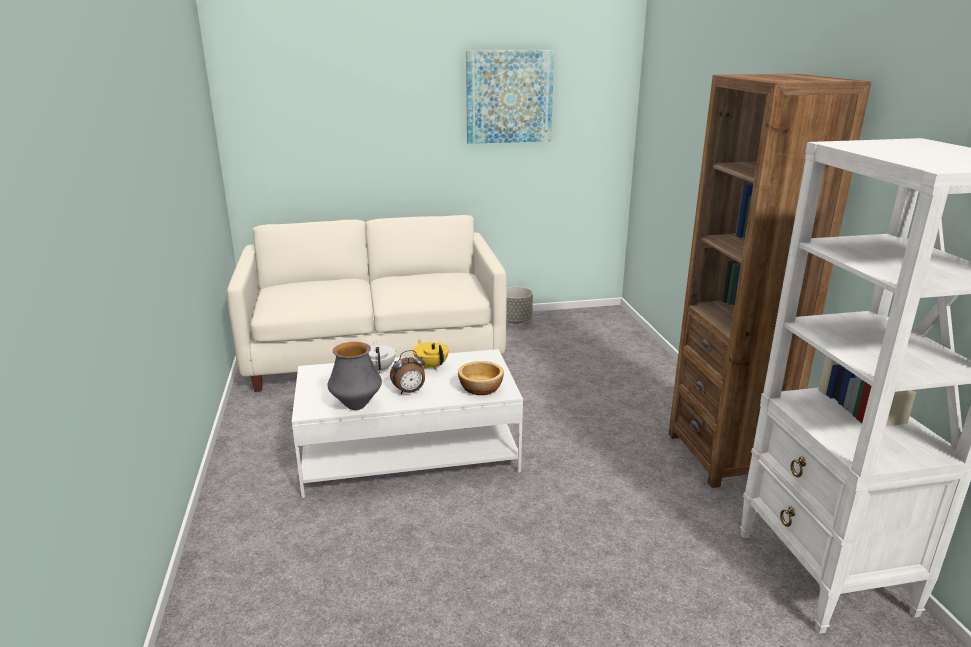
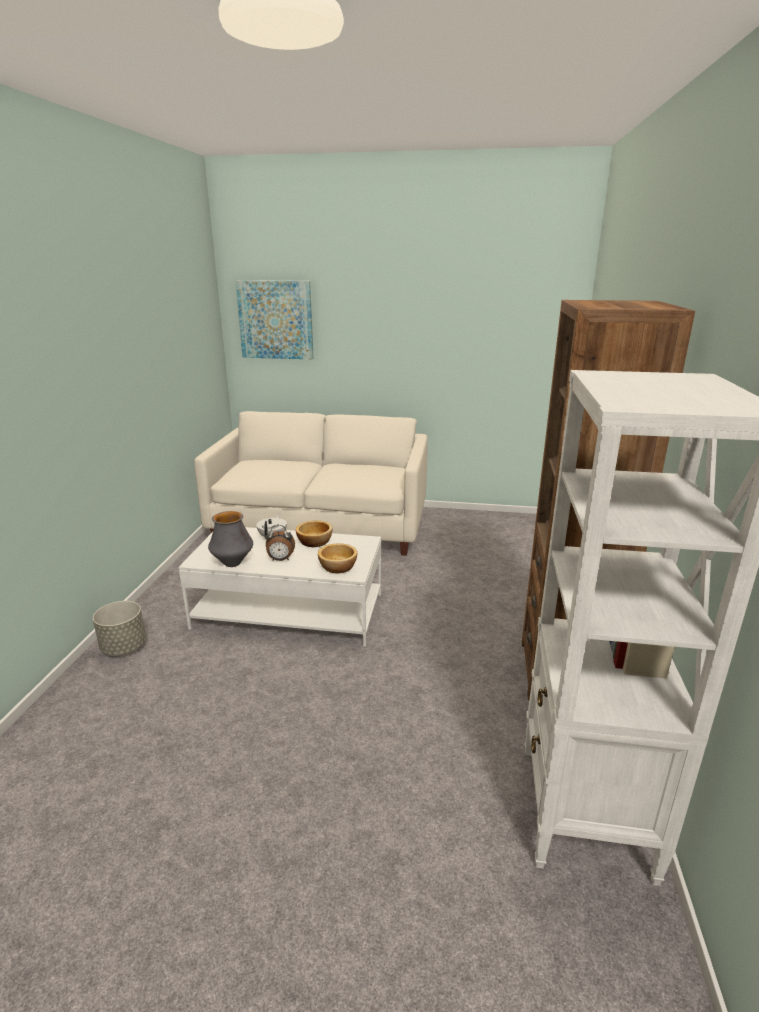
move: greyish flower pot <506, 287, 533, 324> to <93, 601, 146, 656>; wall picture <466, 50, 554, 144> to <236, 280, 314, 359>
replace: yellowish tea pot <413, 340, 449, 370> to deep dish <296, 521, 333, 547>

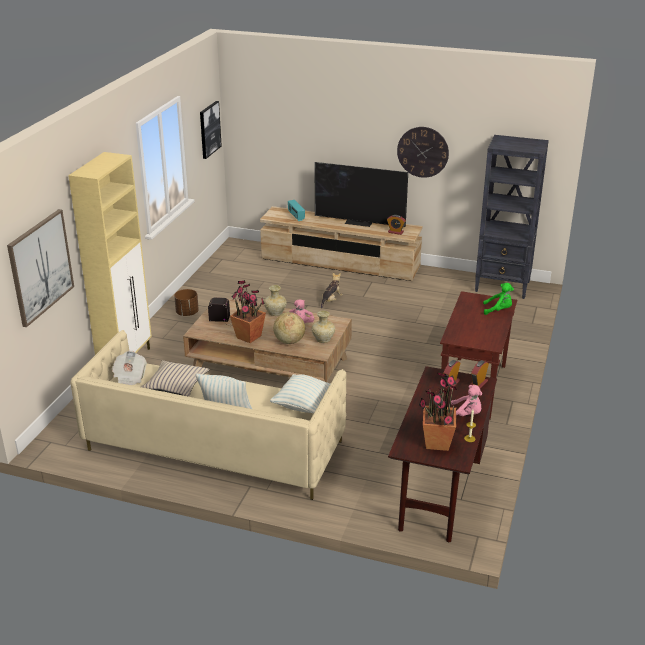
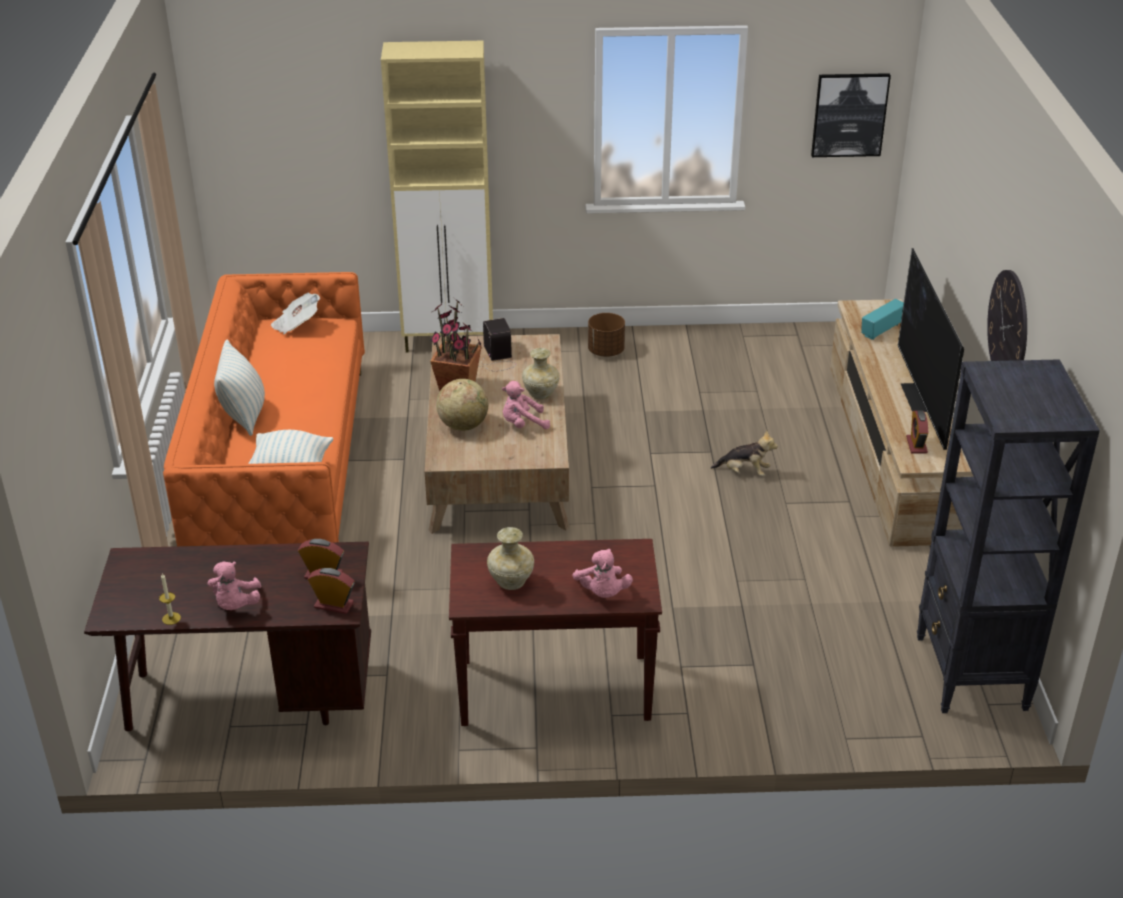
delete: wall picture <7, 209, 74, 327>; beige pillow <141, 360, 210, 397>; potted plant <419, 372, 458, 451>
move: beige decorative vase <312, 310, 335, 343> to <487, 527, 534, 590>
recolor: beige settee <70, 330, 346, 500> to orangey settee <163, 272, 365, 546>; green soft toy <483, 283, 514, 315> to pinkish soft toy <572, 549, 633, 598>

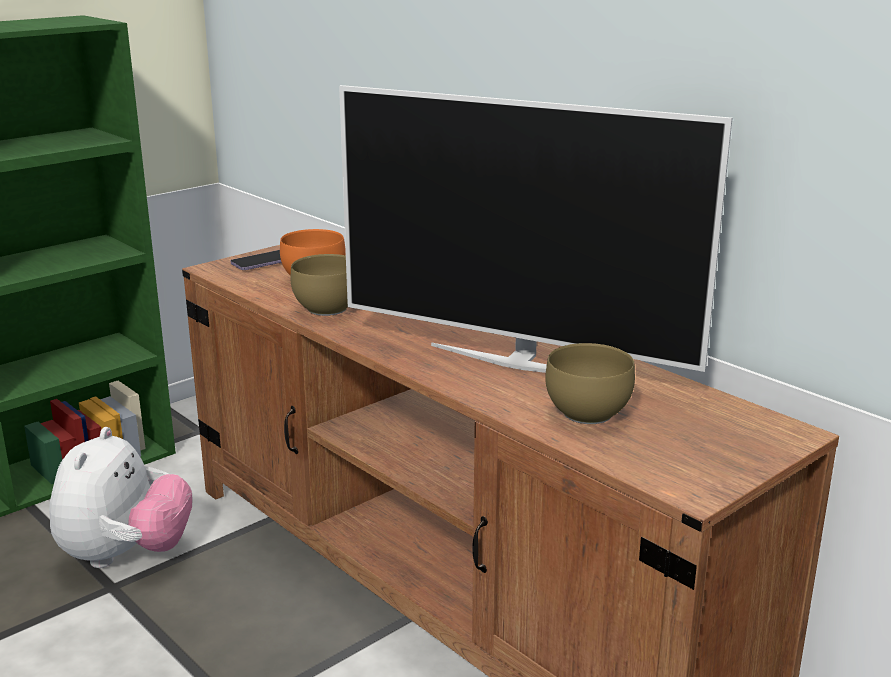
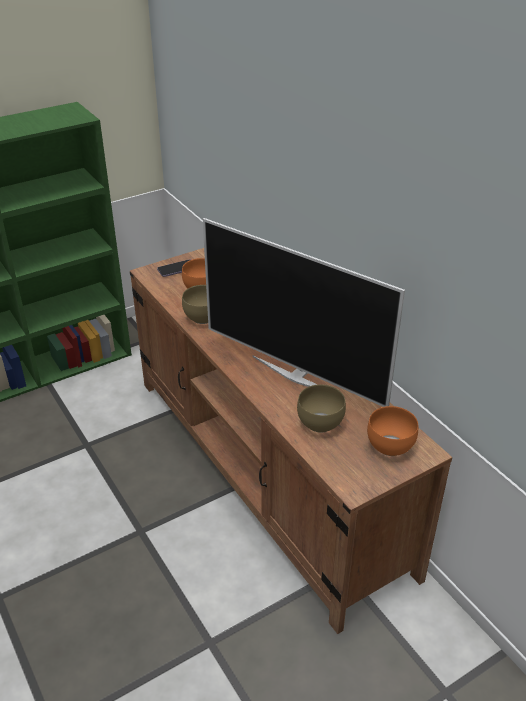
delete: soft toy <49, 427, 193, 568>
insert: orangey deep dish <367, 406, 418, 456>

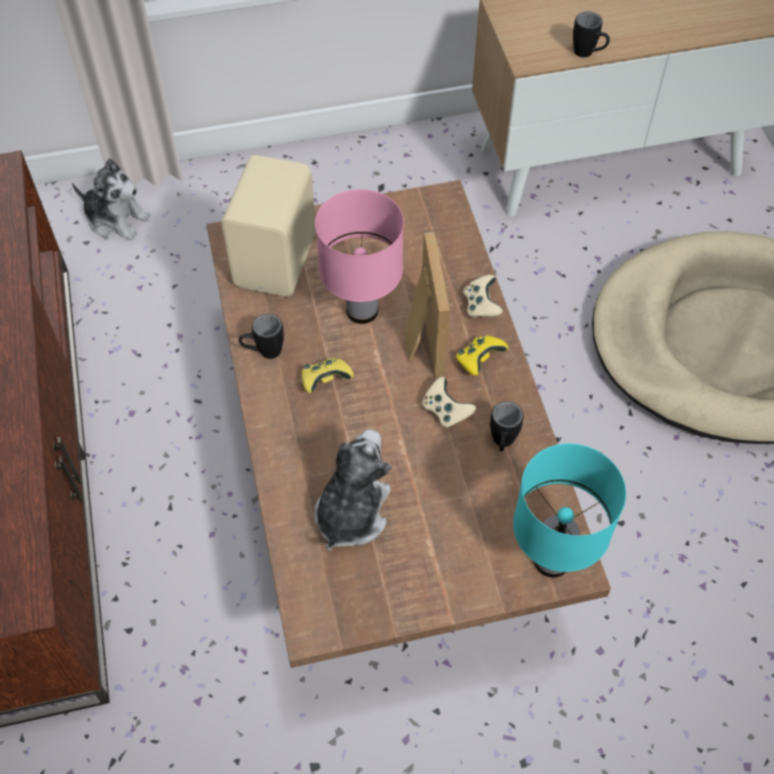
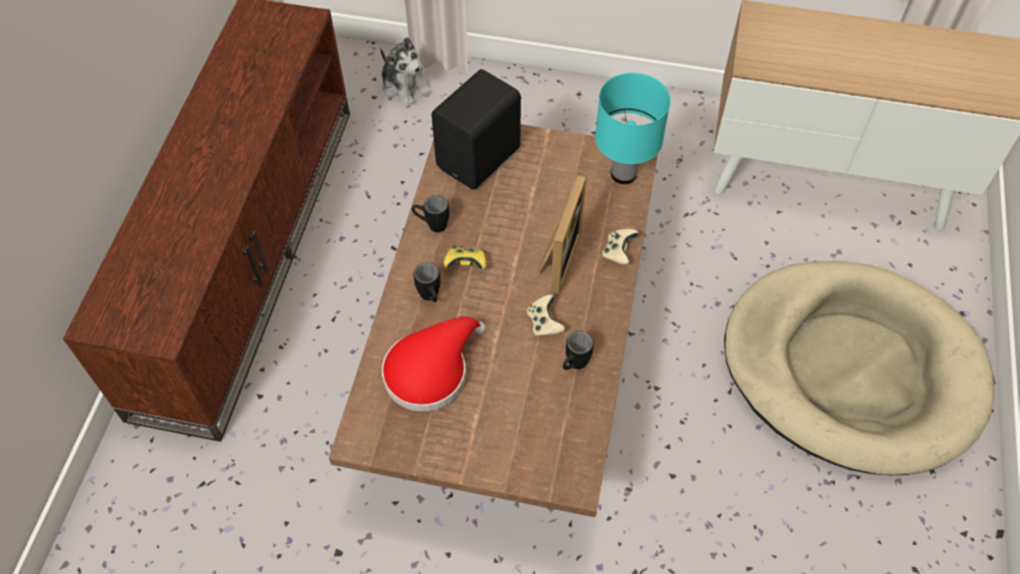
delete: pinkish lamp for a table <315, 189, 404, 324>; yellowish joypad <456, 335, 508, 376>
move: blackish tea mug <573, 12, 610, 57> to <414, 263, 440, 302>; turquoise-coloured lamp for a table <513, 443, 626, 577> to <595, 73, 671, 184>
replace: soft toy <314, 429, 392, 551> to reddish wearable hat <382, 317, 486, 412>
recolor: beige audio speaker <221, 155, 316, 296> to blackish audio speaker <432, 69, 521, 190>

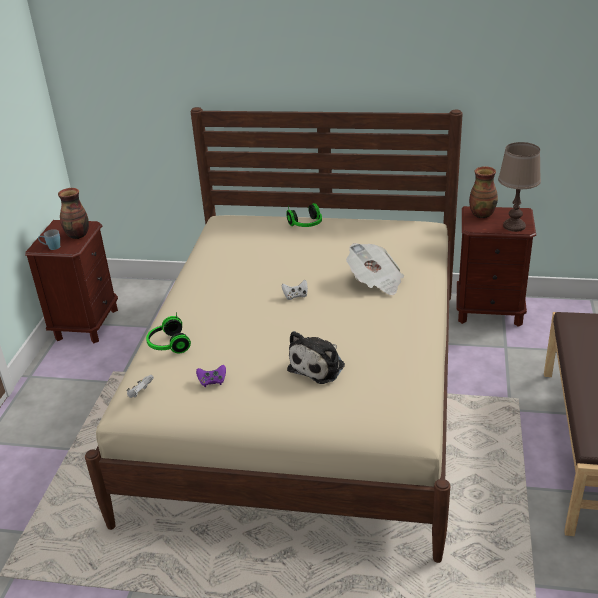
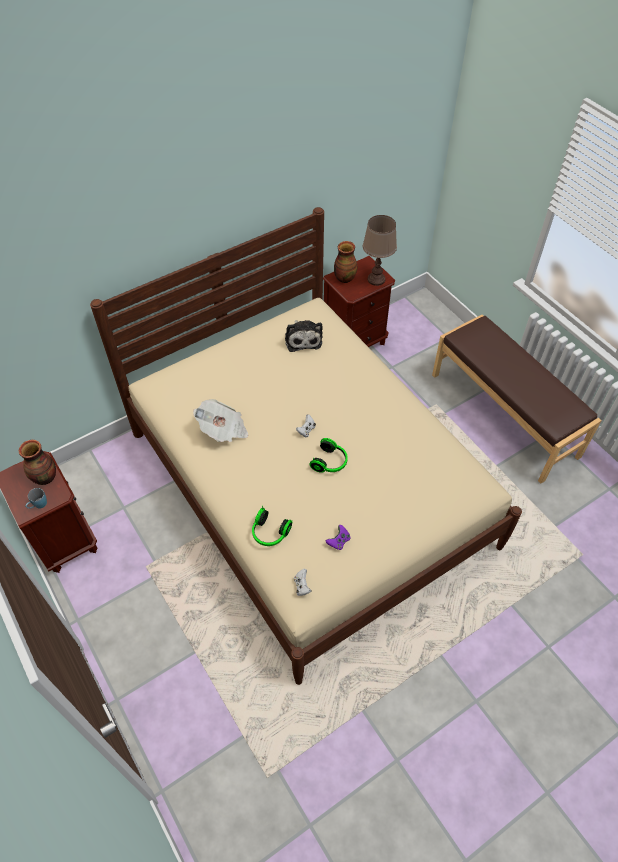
move: printed paper <346, 243, 404, 295> to <193, 399, 249, 442>; soft toy <287, 331, 345, 384> to <285, 320, 323, 352>; headphones <286, 203, 322, 227> to <309, 438, 348, 473>

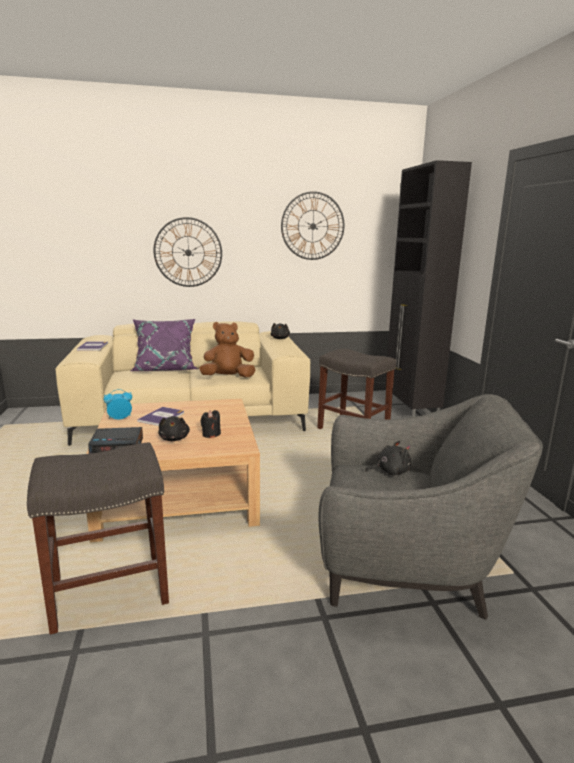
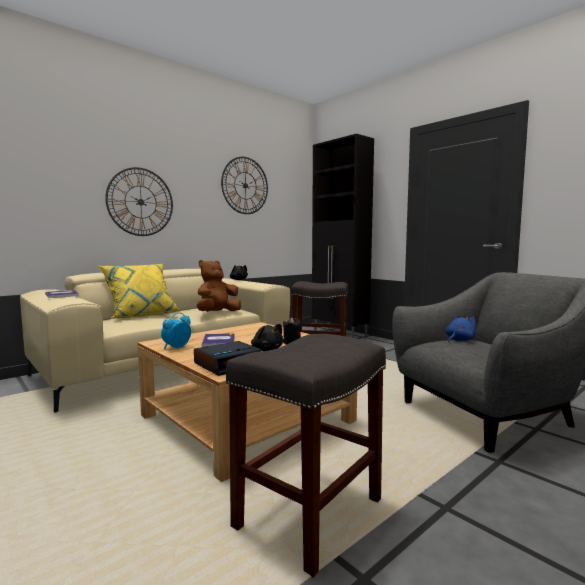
recolor: purple-coloured pillow <131, 319, 198, 371> to yellowish pillow <98, 264, 180, 318>; blackish soft toy <365, 441, 411, 475> to bluish soft toy <446, 315, 476, 342>

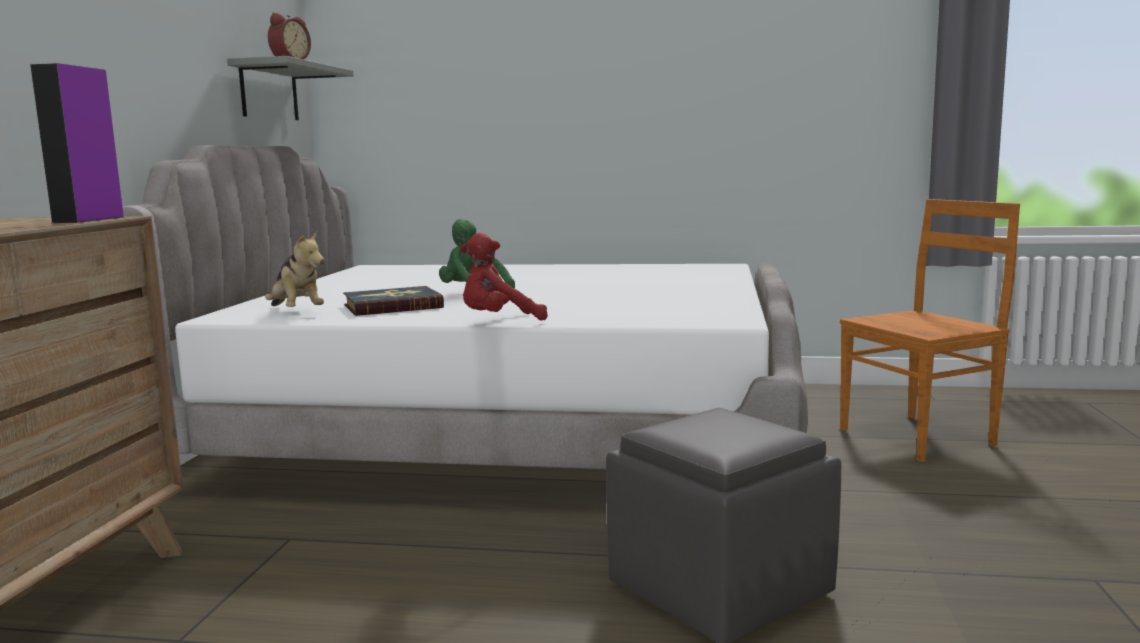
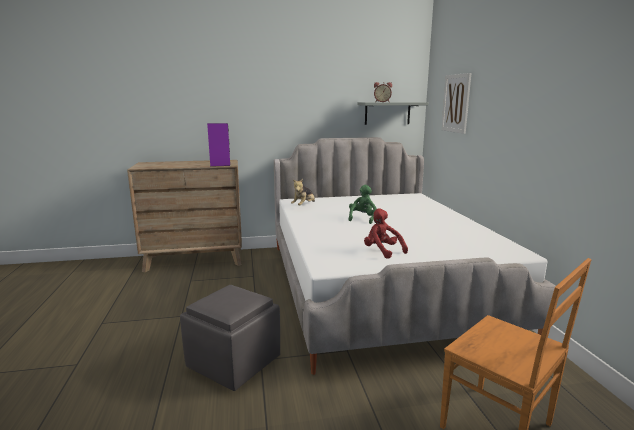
delete: book <343, 286, 444, 316>
insert: wall picture <441, 73, 471, 134>
move: reddish soft toy <461, 233, 548, 321> to <364, 208, 408, 259>

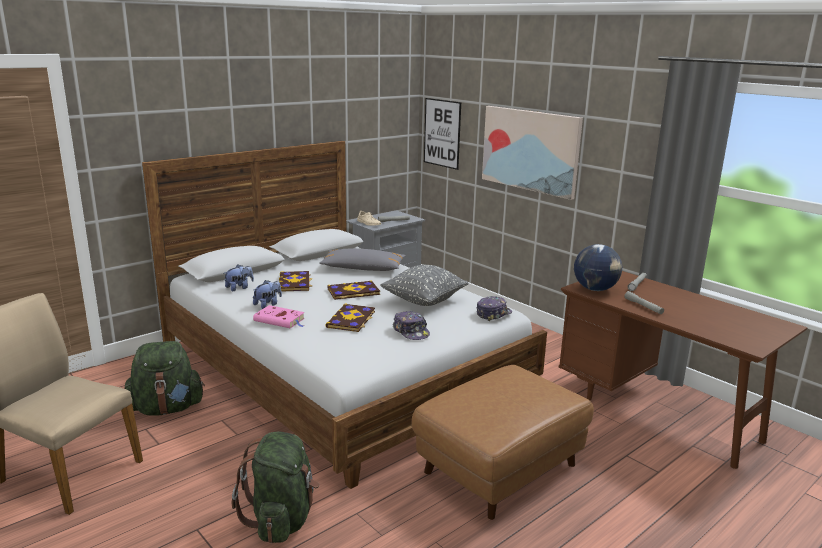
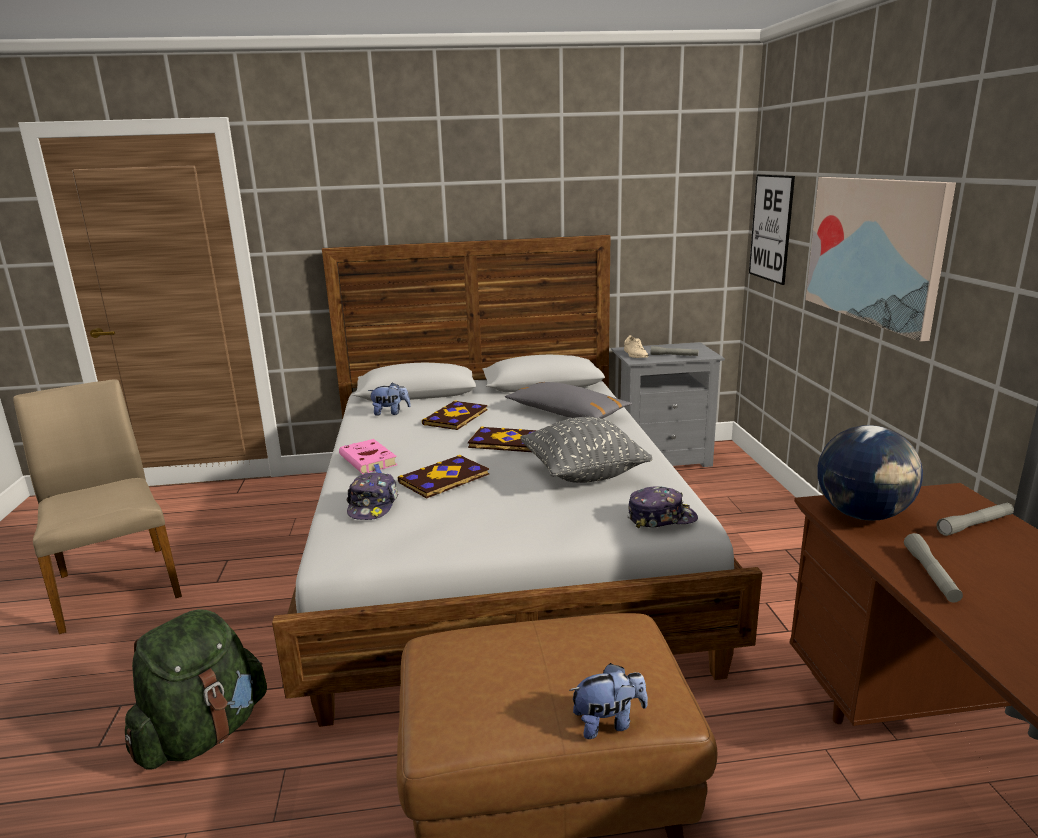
delete: green knapsack <124, 341, 205, 416>
move: cap <393, 311, 430, 340> to <347, 472, 398, 520>; soft toy <253, 280, 282, 309> to <569, 663, 648, 739>

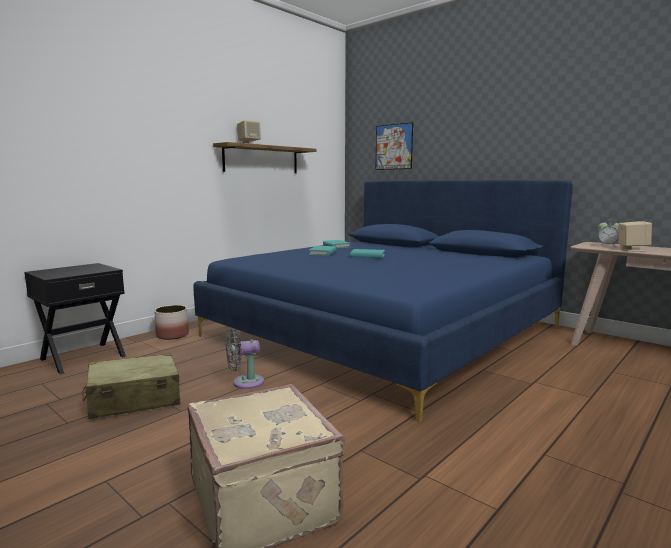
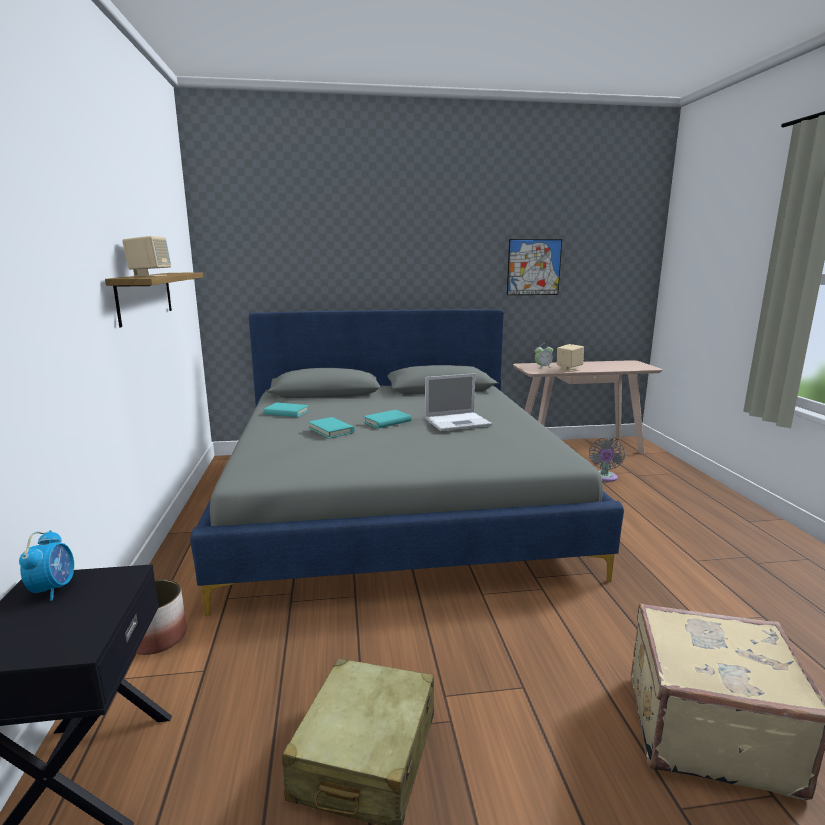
insert: alarm clock <19, 530, 74, 601>; notebook computer <425, 373, 492, 431>
move: wall picture <376, 122, 413, 170> to <507, 239, 562, 295>; greyish cooling fan <226, 329, 264, 389> to <589, 437, 625, 482>
recolor: bluish bedroom bed <193, 180, 573, 422> to greyish bedroom bed <190, 309, 624, 616>

